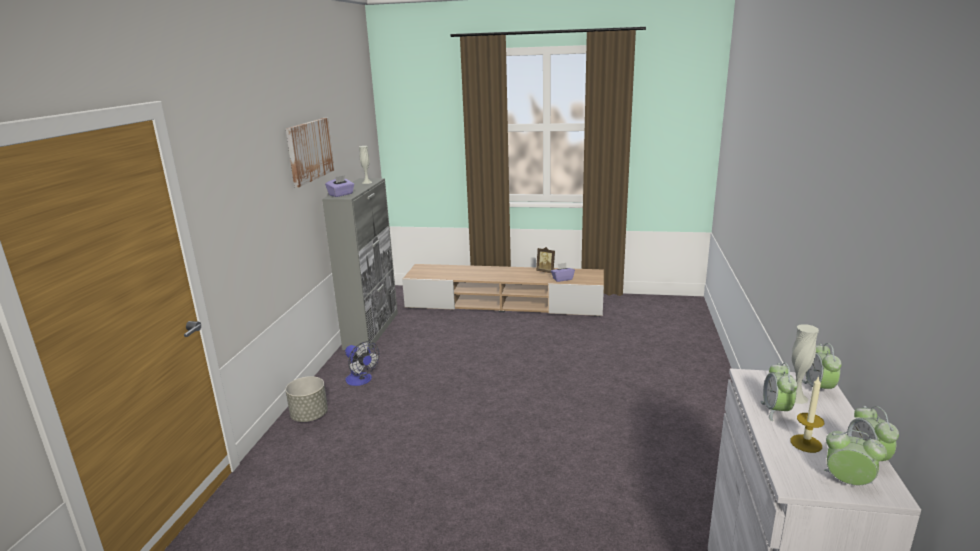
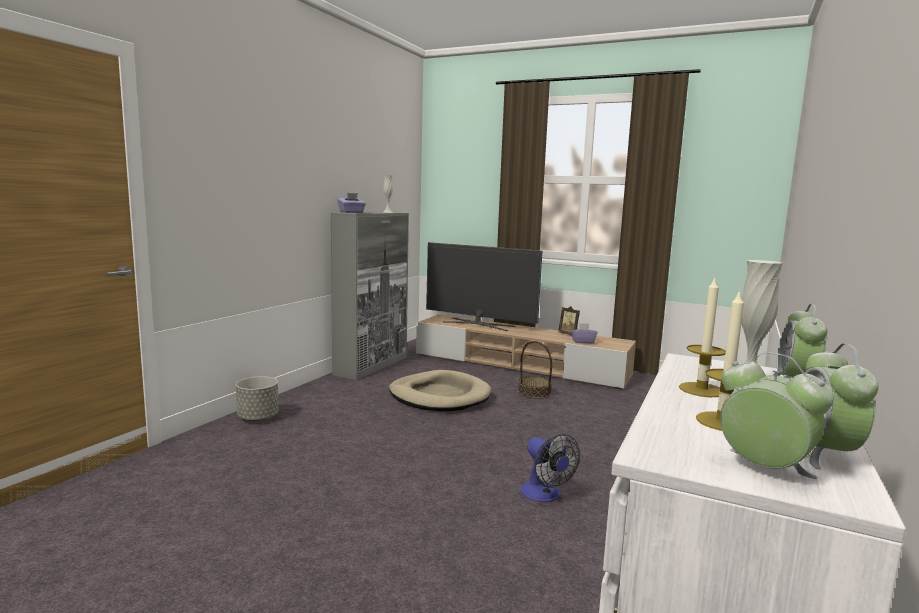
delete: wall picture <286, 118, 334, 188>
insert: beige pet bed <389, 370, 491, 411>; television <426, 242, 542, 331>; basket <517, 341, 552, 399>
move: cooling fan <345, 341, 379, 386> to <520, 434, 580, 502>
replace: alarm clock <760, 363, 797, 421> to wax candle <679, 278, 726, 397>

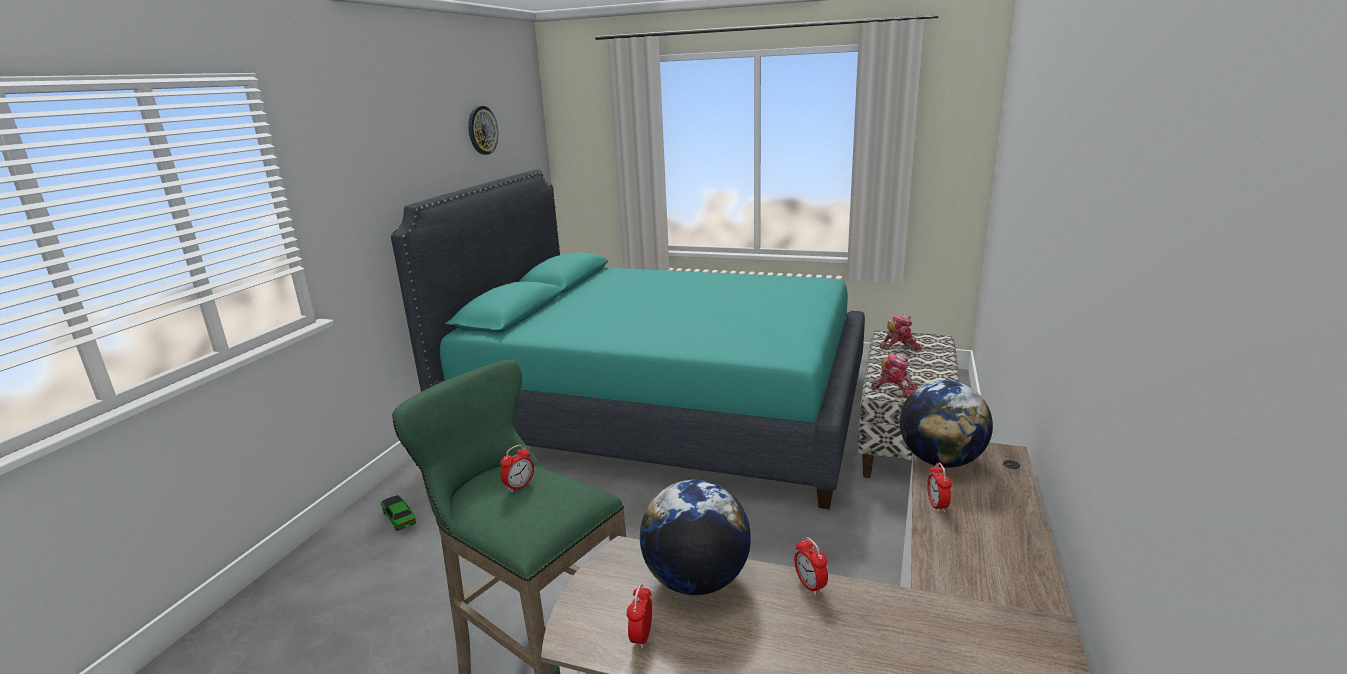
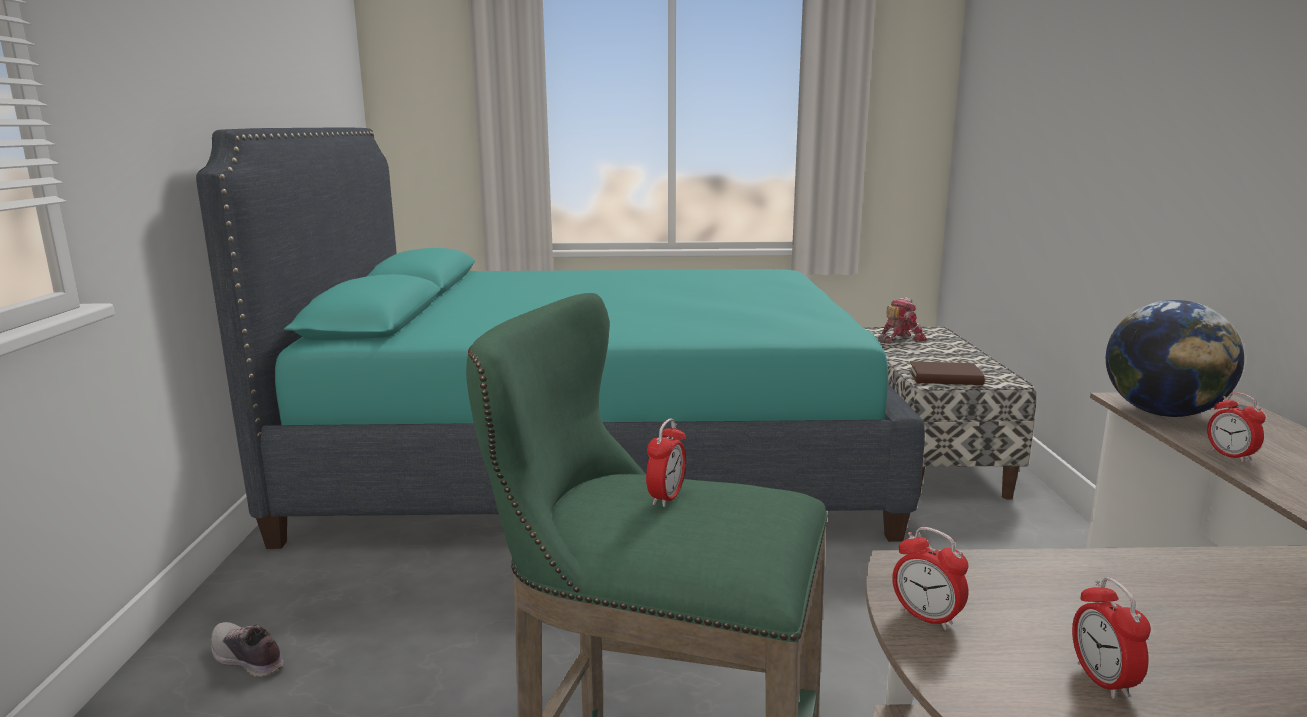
delete: hanging clock <468, 106, 498, 155>; world globe <640, 479, 751, 595>
move: alarm clock <794, 537, 828, 595> to <892, 527, 968, 630>
replace: toy car <381, 495, 416, 531> to shoe <211, 622, 284, 677>; model robot <871, 353, 917, 398> to brown-coloured book <909, 361, 985, 385>

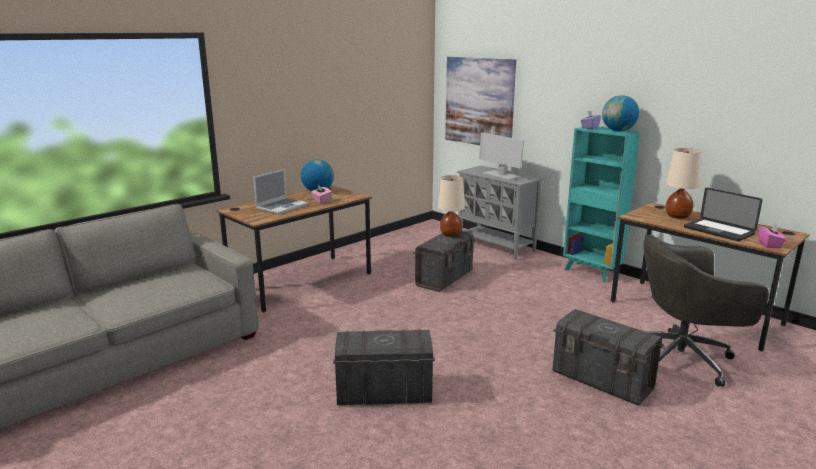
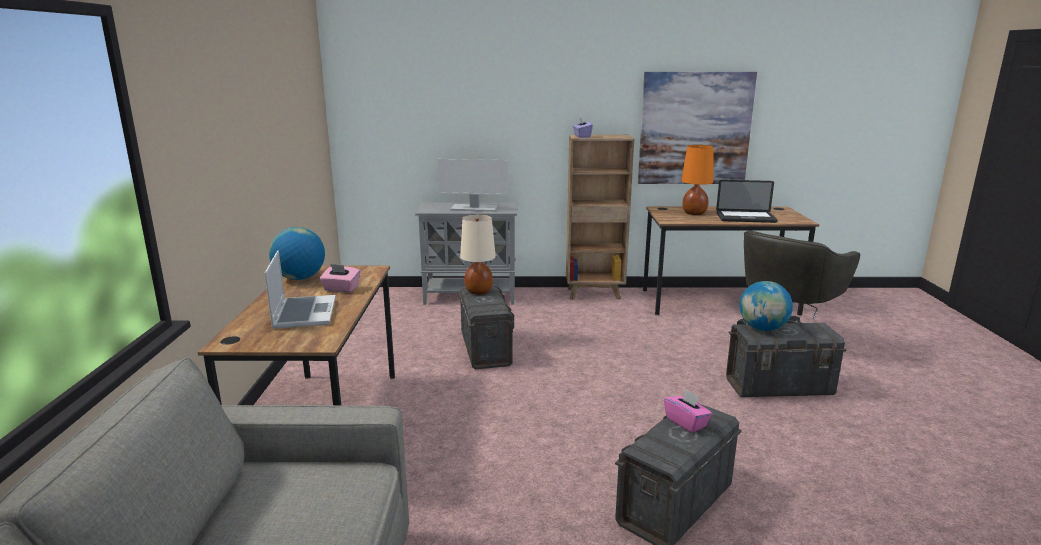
move: wall picture <445, 57, 516, 145> to <638, 72, 757, 184>; pinkish tissue box <758, 223, 786, 248> to <664, 389, 712, 433>; world globe <602, 95, 639, 131> to <739, 281, 793, 331>
recolor: turquoise-coloured shelving unit <563, 127, 640, 282> to brown-coloured shelving unit <566, 135, 634, 300>; beige lamp for a table <666, 148, 702, 219> to orangey lamp for a table <681, 145, 714, 215>

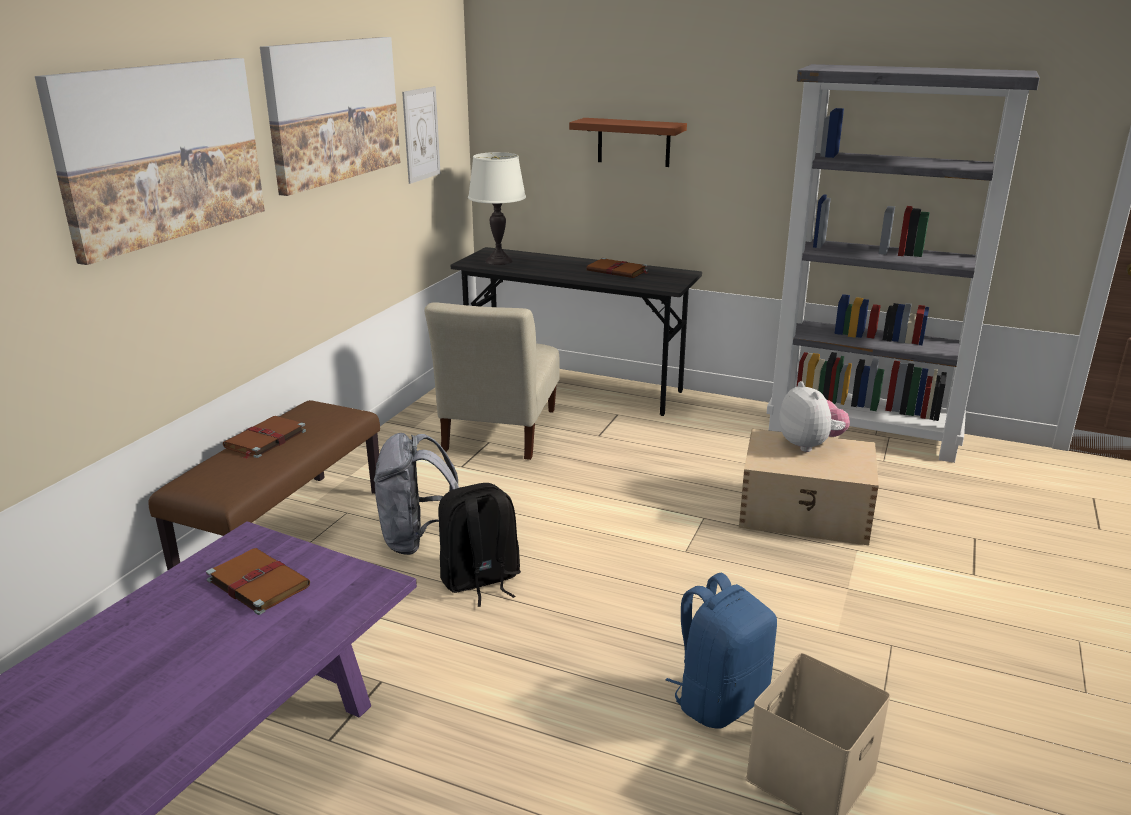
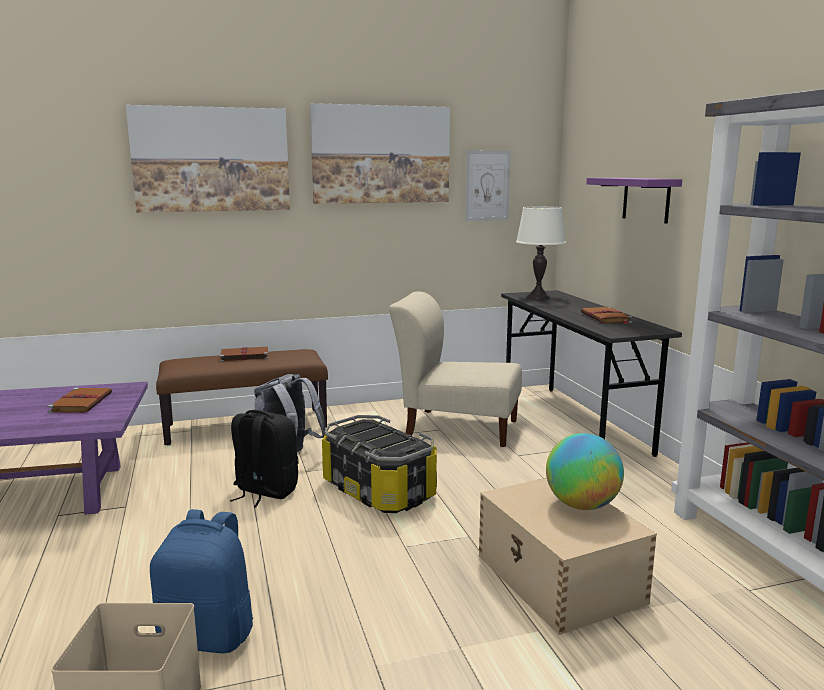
insert: storage bin <322, 415, 437, 513>
replace: soft toy <779, 381, 850, 452> to world globe <546, 433, 624, 510>
recolor: brown-coloured bracket shelf <569, 118, 687, 167> to purple-coloured bracket shelf <587, 178, 682, 224>
rotate: beige upright chair <424, 302, 559, 460> = <389, 291, 522, 447> 45 degrees clockwise

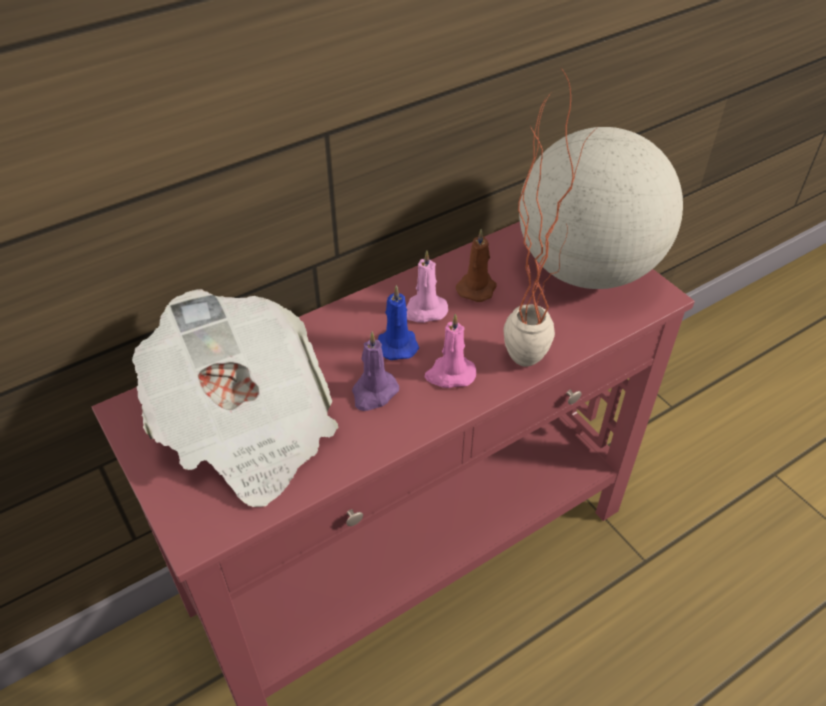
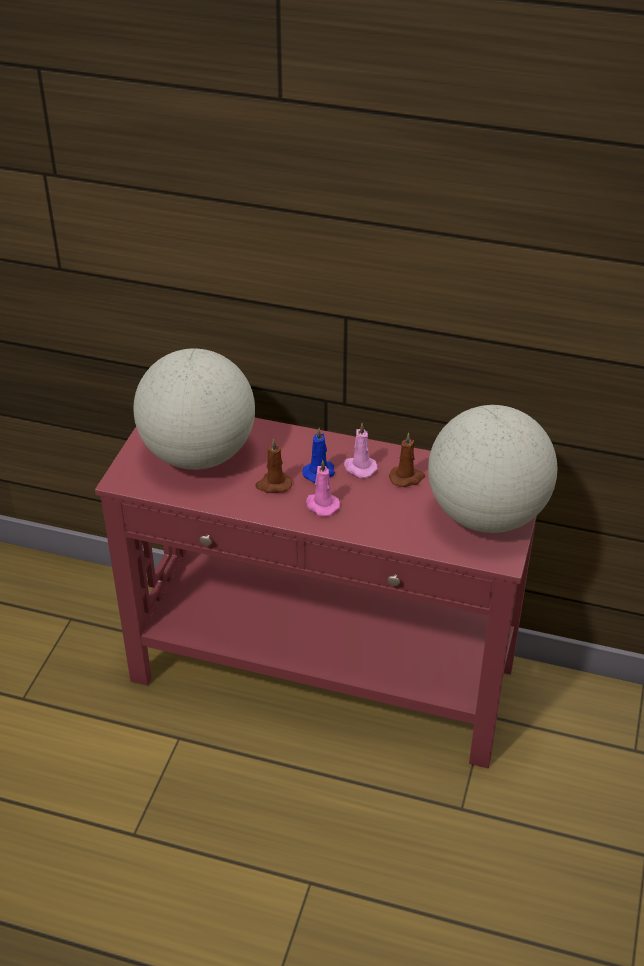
delete: potted plant <503, 67, 598, 367>
replace: printed paper <132, 289, 339, 507> to world globe <134, 348, 255, 470>
recolor: purple-coloured wax candle <352, 332, 399, 411> to brown-coloured wax candle <255, 439, 292, 493>

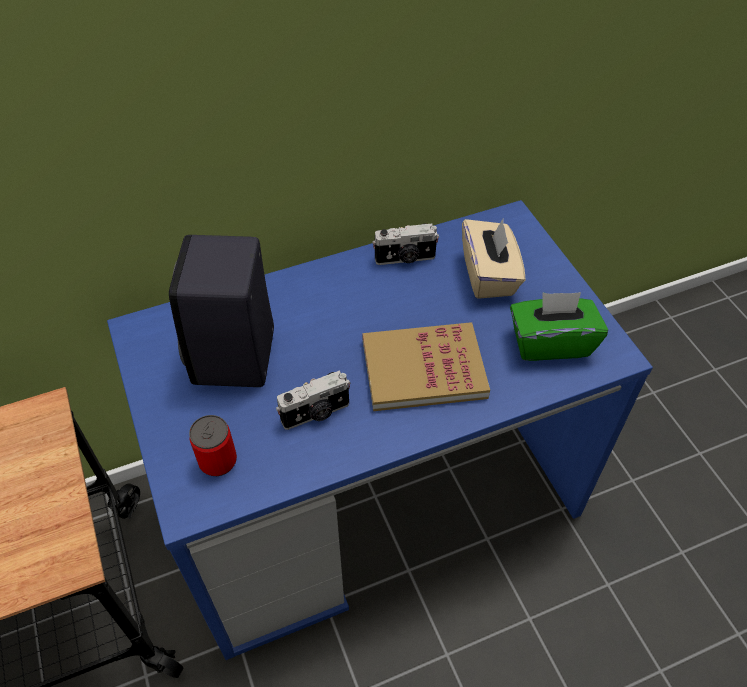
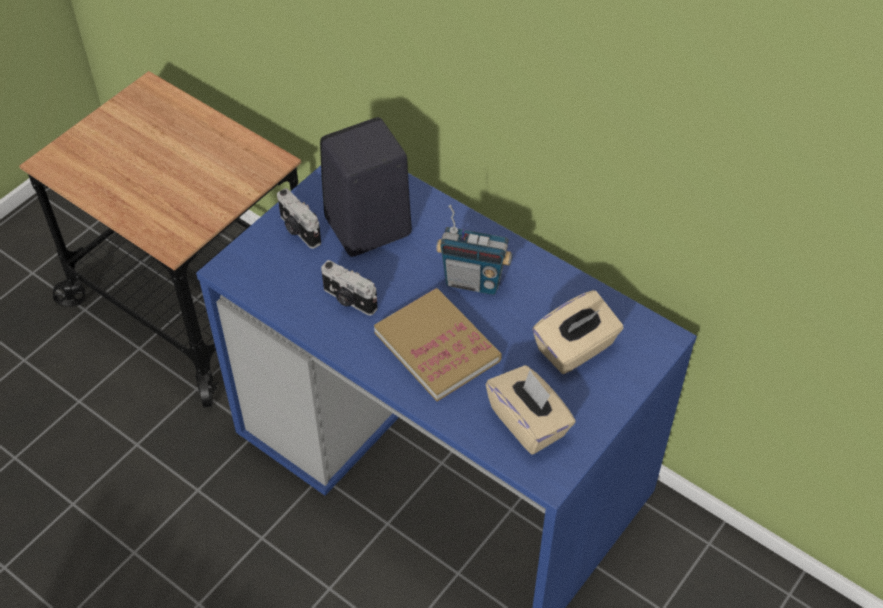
delete: sealed can <189, 415, 237, 476>
insert: radio receiver <436, 205, 513, 295>
move: photo camera <373, 223, 439, 265> to <277, 188, 321, 249>
recolor: green tissue box <510, 292, 608, 361> to beige tissue box <486, 365, 576, 454>

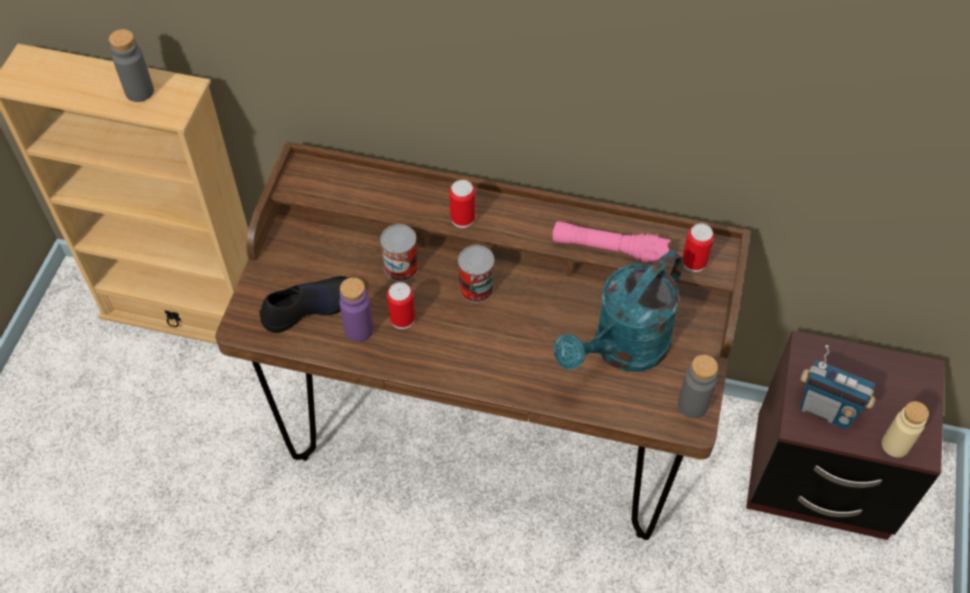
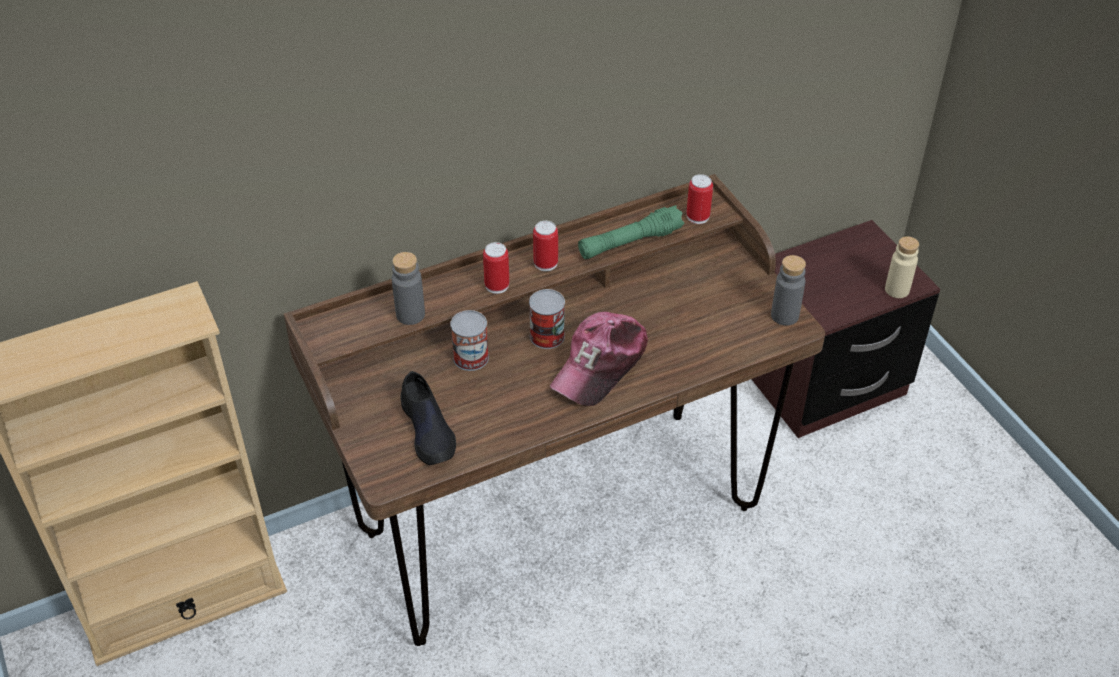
delete: purple-coloured bottle <339, 277, 374, 342>; turquoise-coloured watering pot <554, 251, 684, 372>; radio receiver <800, 345, 876, 429>
insert: cap <550, 312, 648, 406>
move: greyish bottle <109, 29, 154, 102> to <392, 252, 425, 325>; sealed can <387, 282, 415, 329> to <533, 221, 558, 271>
recolor: pinkish hand torch <553, 221, 671, 263> to green hand torch <578, 205, 684, 259>
rotate: blackish shoe <259, 276, 348, 333> = <400, 371, 456, 465> 135 degrees clockwise

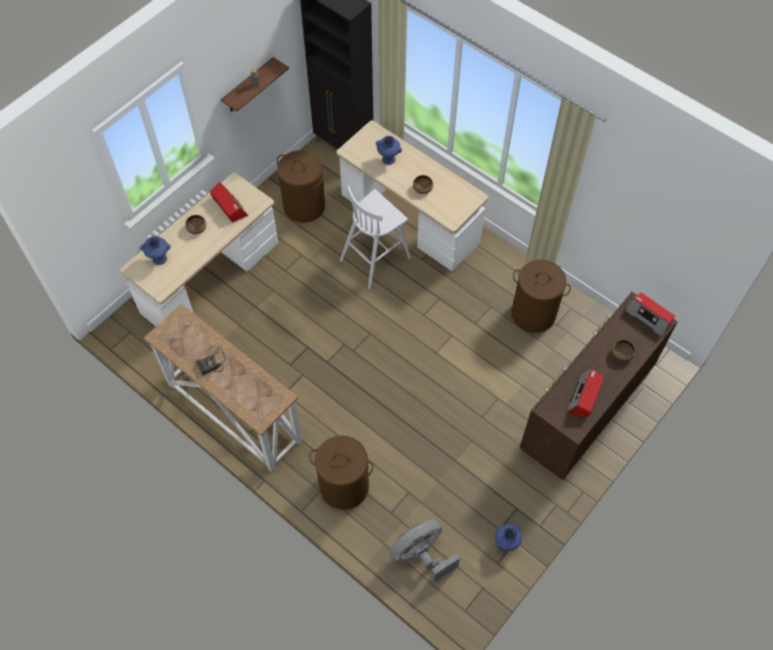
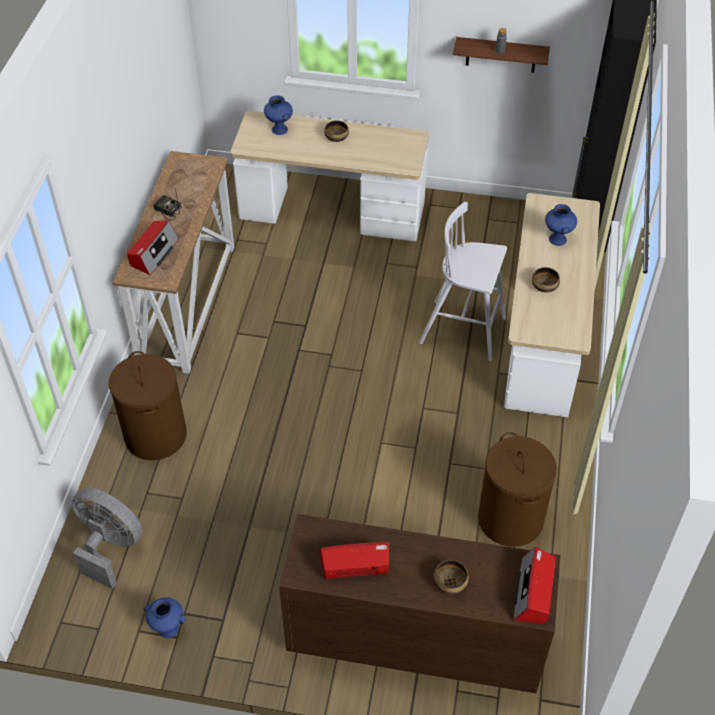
delete: brown-coloured hamper <277, 150, 325, 223>
move: radio receiver <210, 182, 248, 222> to <127, 220, 179, 275>

